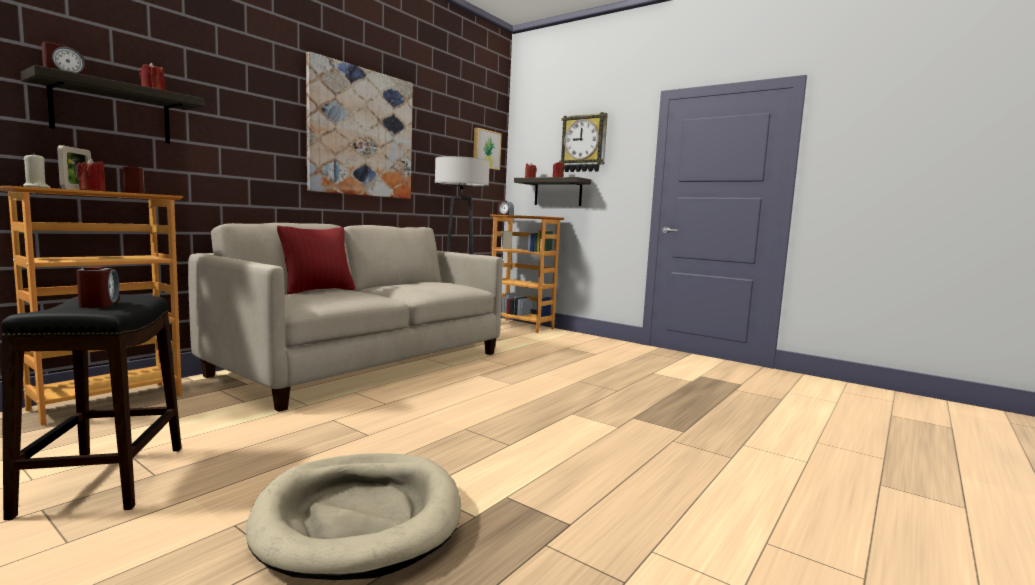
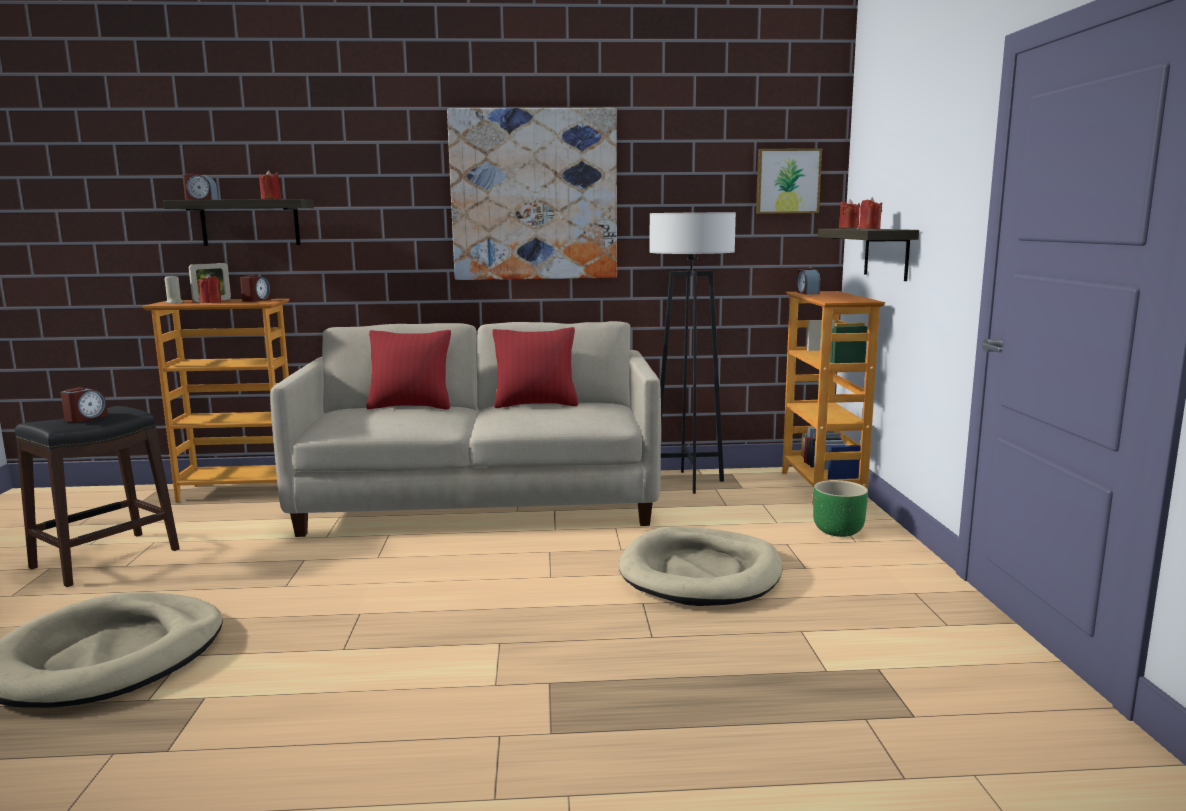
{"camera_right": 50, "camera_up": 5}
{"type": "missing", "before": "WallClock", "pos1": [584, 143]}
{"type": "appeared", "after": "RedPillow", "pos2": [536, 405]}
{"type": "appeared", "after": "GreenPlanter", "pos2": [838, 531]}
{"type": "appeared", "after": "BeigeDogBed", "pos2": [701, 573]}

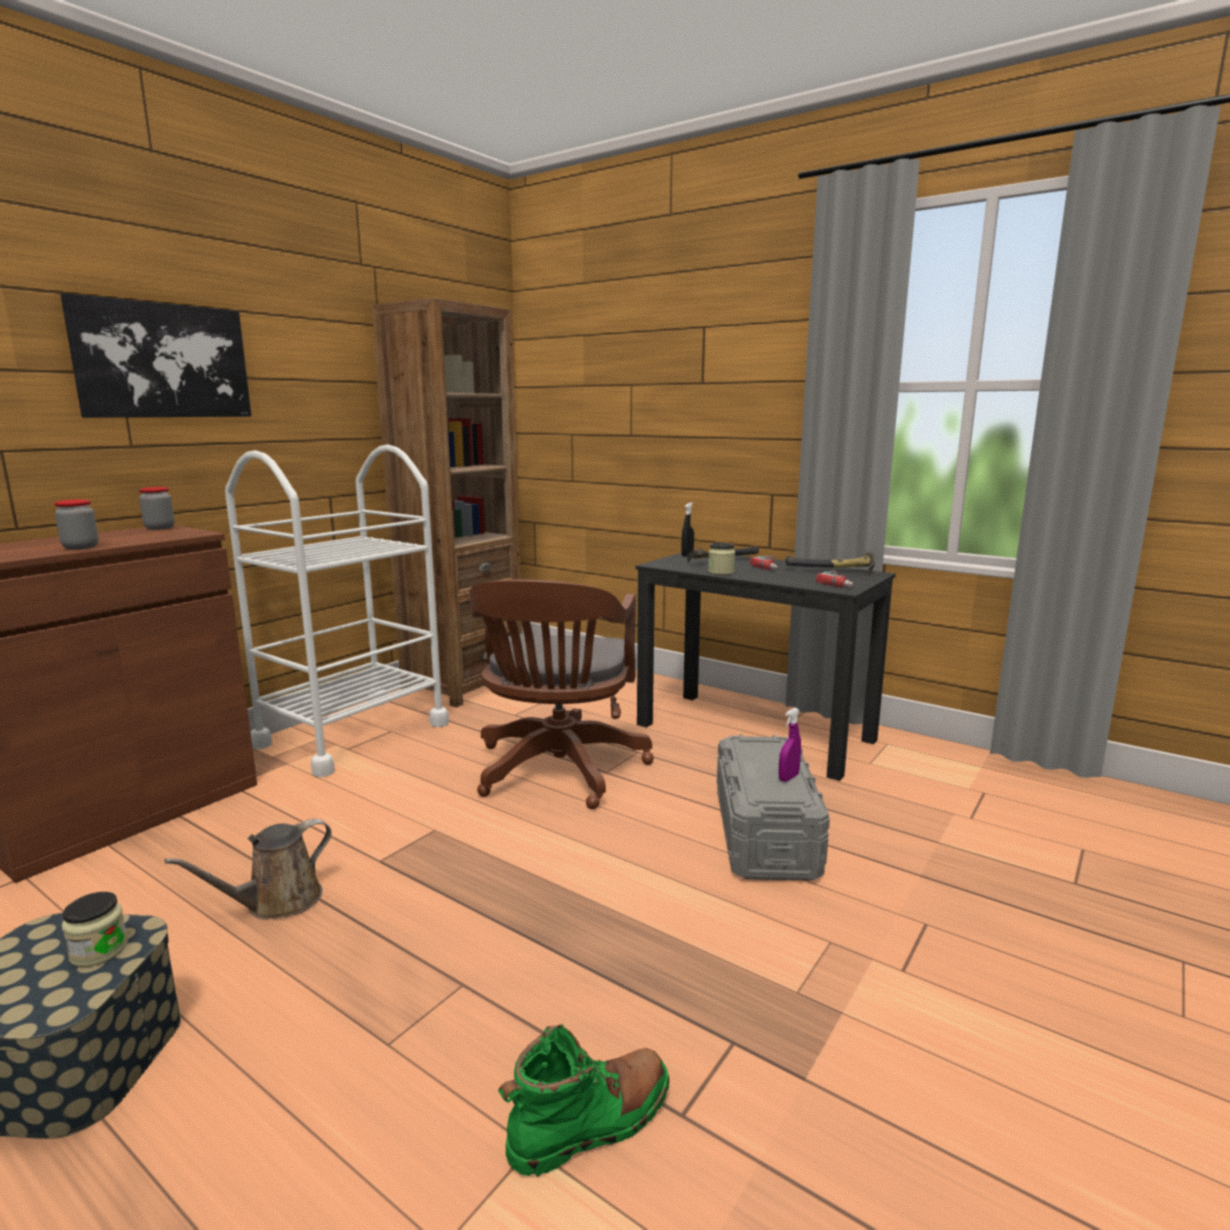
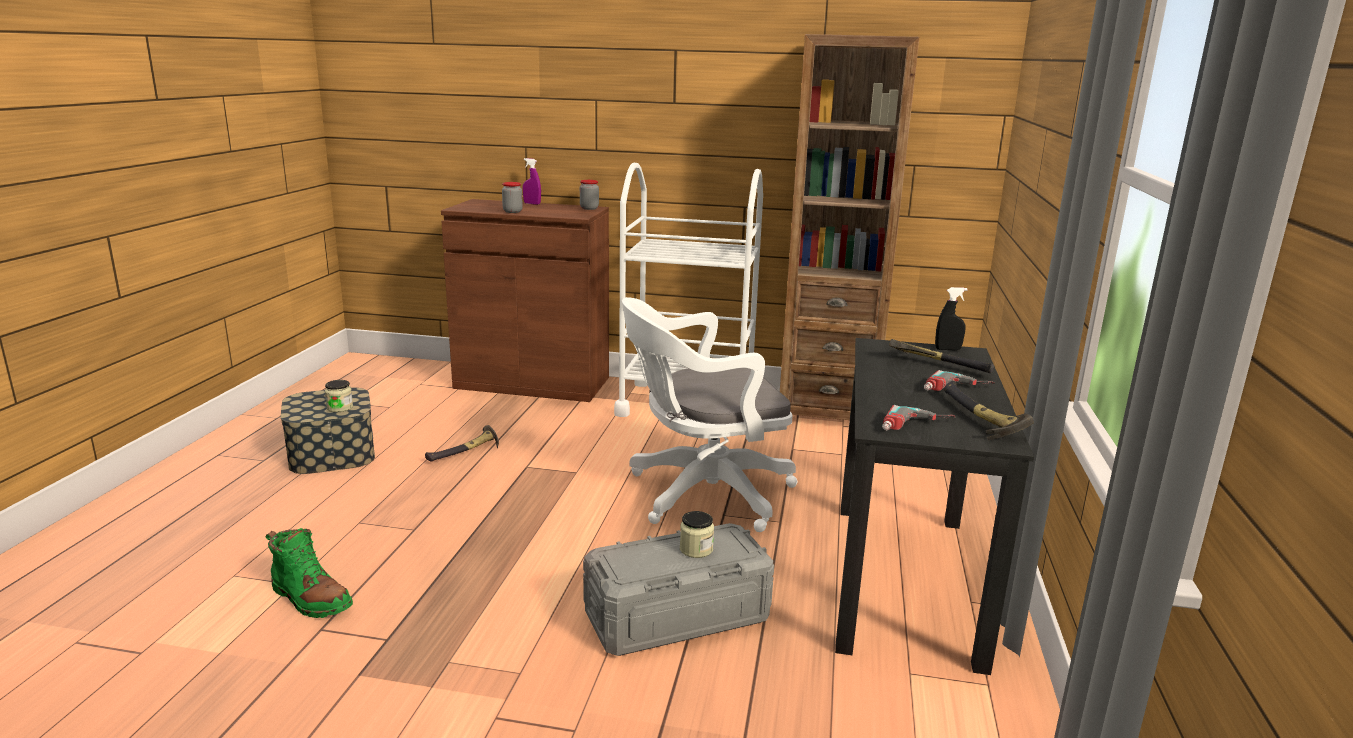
{"camera_right": 65, "camera_up": 5}
{"type": "missing", "before": "Picture", "pos1": [162, 361]}
{"type": "relocated", "before": "Jar", "pos1": [721, 572], "pos2": [696, 549]}
{"type": "colour", "before": "BrownOfficeChair", "after": "WhiteOfficeChair", "pos1": [557, 772], "pos2": [702, 494]}
{"type": "relocated", "before": "PurpleSprayBottle", "pos1": [788, 777], "pos2": [532, 204]}
{"type": "exchanged", "before": "BrownWateringCan", "after": "Hammer", "pos1": [277, 902], "pos2": [467, 453]}

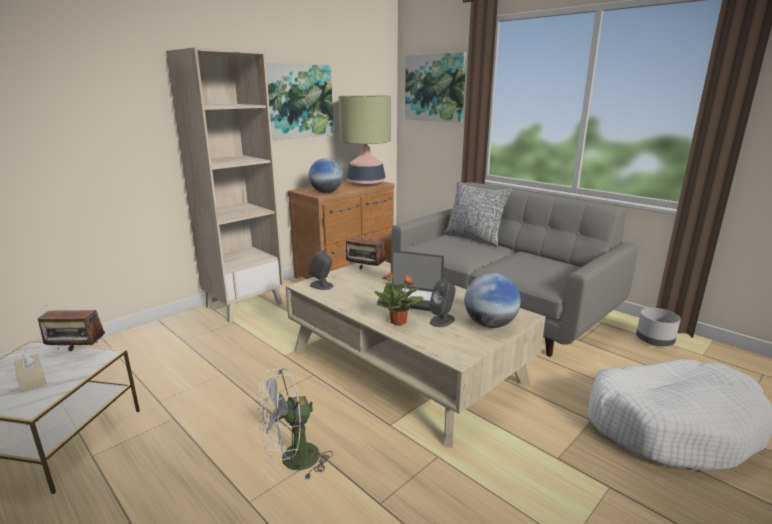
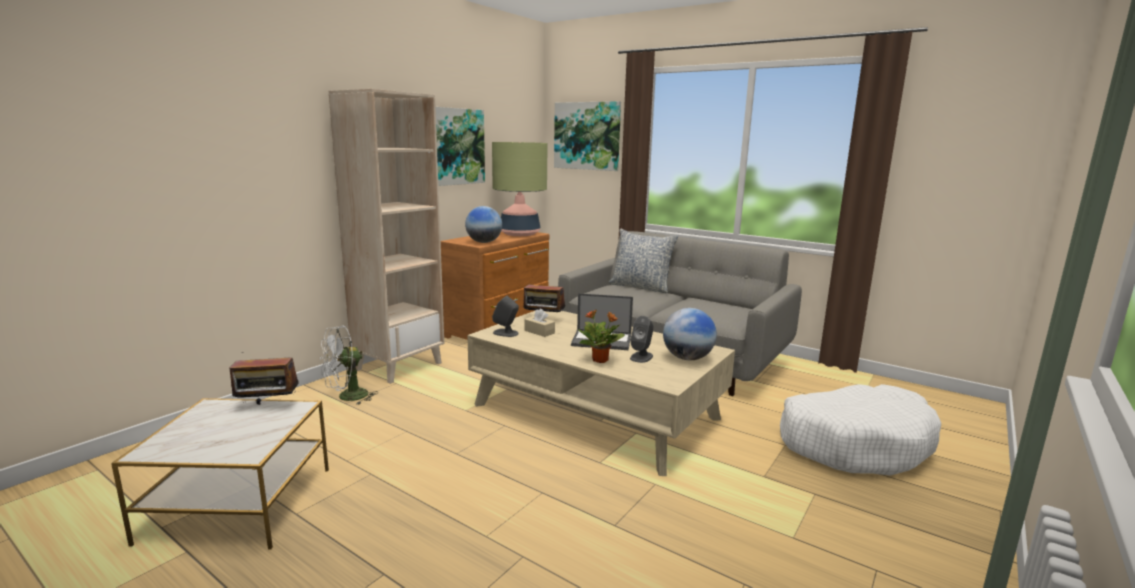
{"camera_right": -10, "camera_up": -5}
{"type": "missing", "before": "GreyPlanter", "pos1": [655, 340]}
{"type": "relocated", "before": "BeigeTissueBox", "pos1": [32, 379], "pos2": [539, 332]}
{"type": "relocated", "before": "WhiteFan", "pos1": [292, 461], "pos2": [347, 397]}

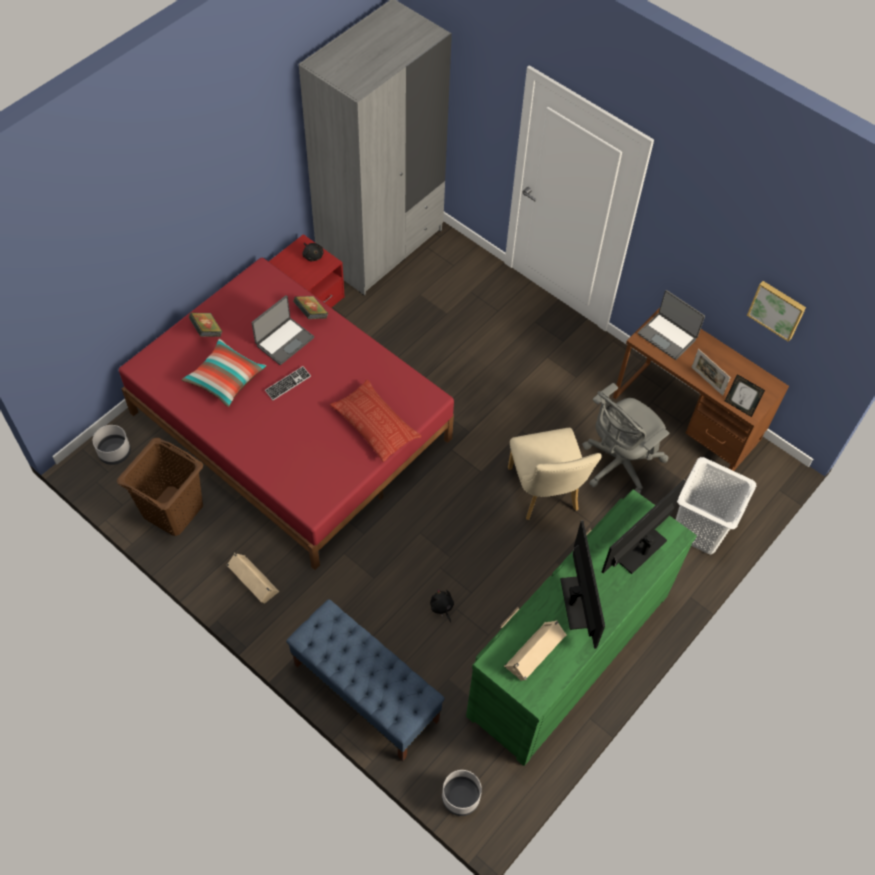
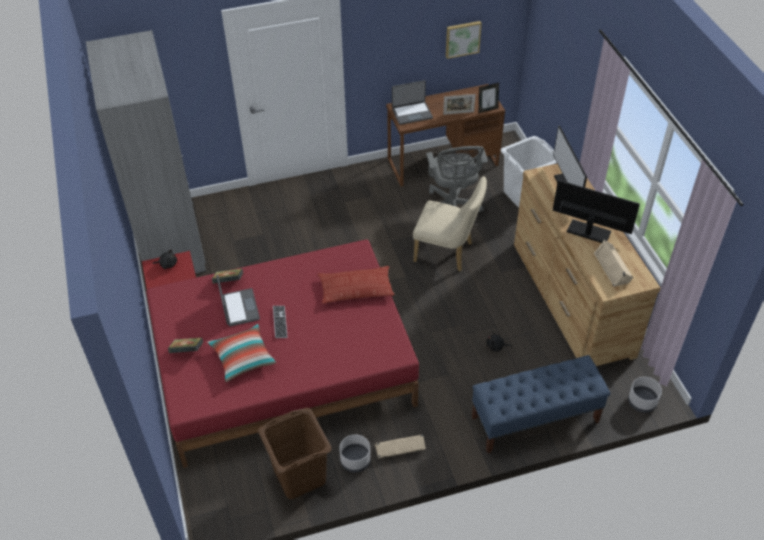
{"camera_right": -55, "camera_up": -10}
{"type": "relocated", "before": "GreyPlanter", "pos1": [114, 452], "pos2": [355, 460]}
{"type": "colour", "before": "GreenDresser", "after": "BrownDresser", "pos1": [567, 653], "pos2": [571, 298]}

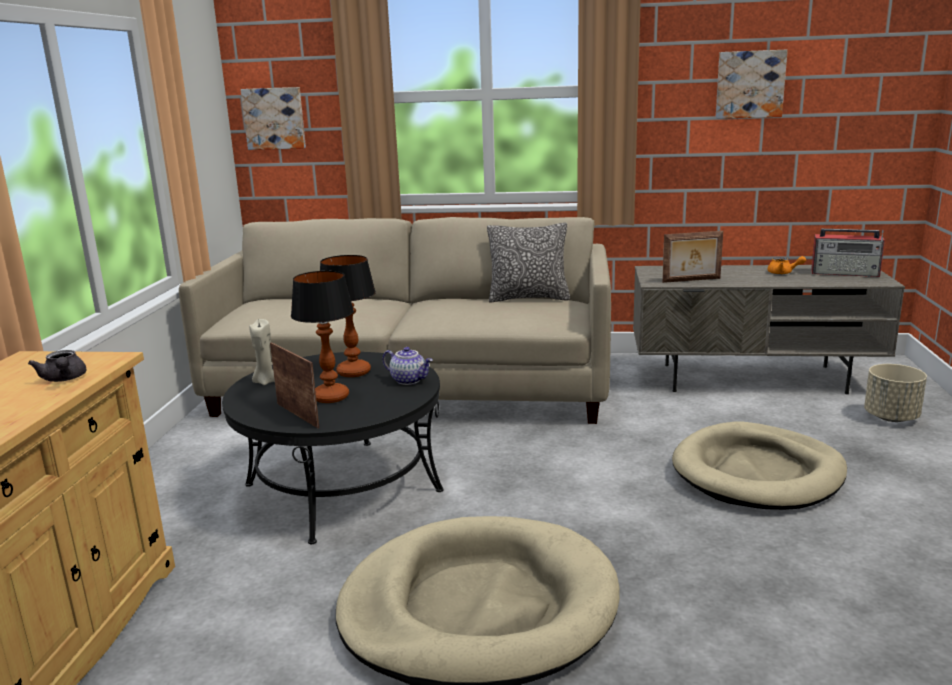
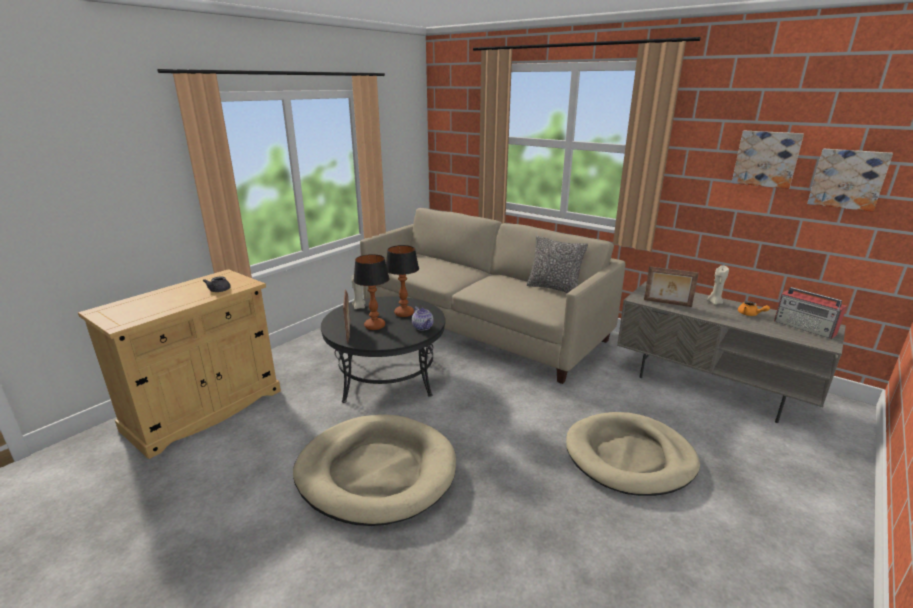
{"camera_right": 30, "camera_up": 5}
{"type": "relocated", "before": "Picture", "pos1": [274, 118], "pos2": [848, 179]}
{"type": "missing", "before": "BeigePlanter", "pos1": [891, 417]}
{"type": "appeared", "after": "BeigeCandle", "pos2": [714, 302]}

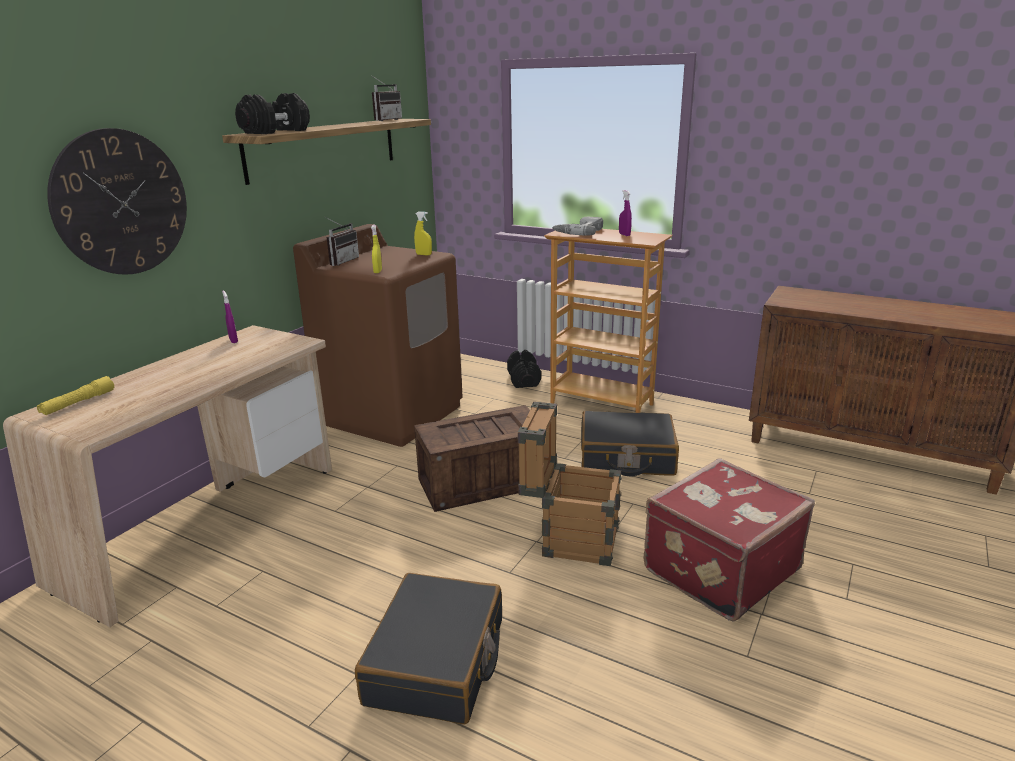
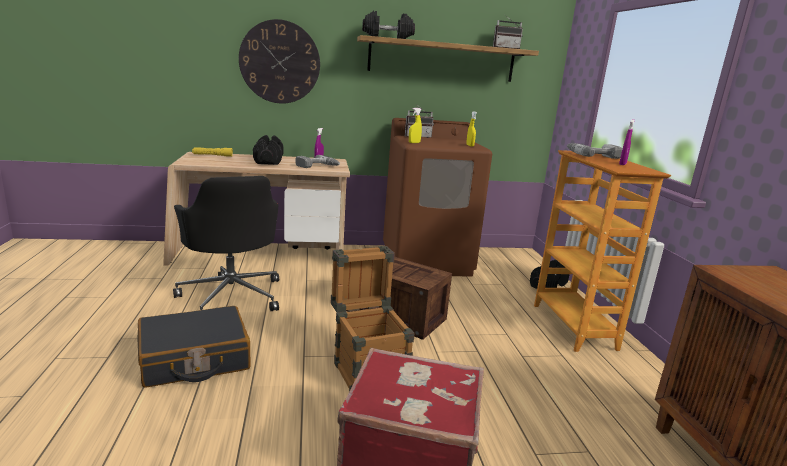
{"camera_right": 50, "camera_up": -5}
{"type": "missing", "before": "BlackSuitcase", "pos1": [626, 457]}
{"type": "appeared", "after": "BlackDumbbell", "pos2": [268, 161]}
{"type": "appeared", "after": "PowerDrill", "pos2": [318, 166]}
{"type": "appeared", "after": "BlackOfficeChair", "pos2": [232, 295]}

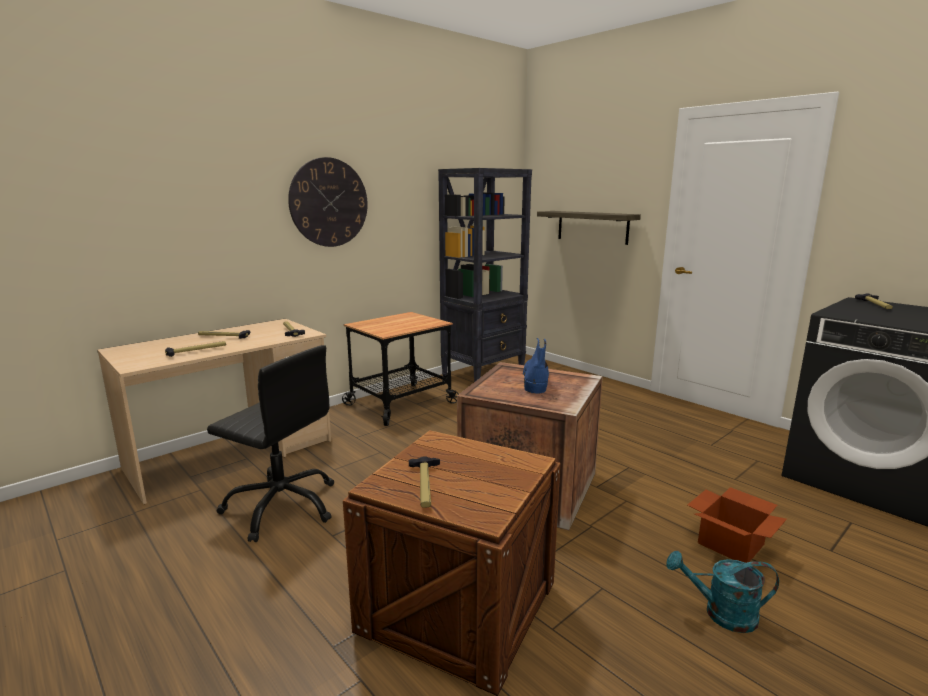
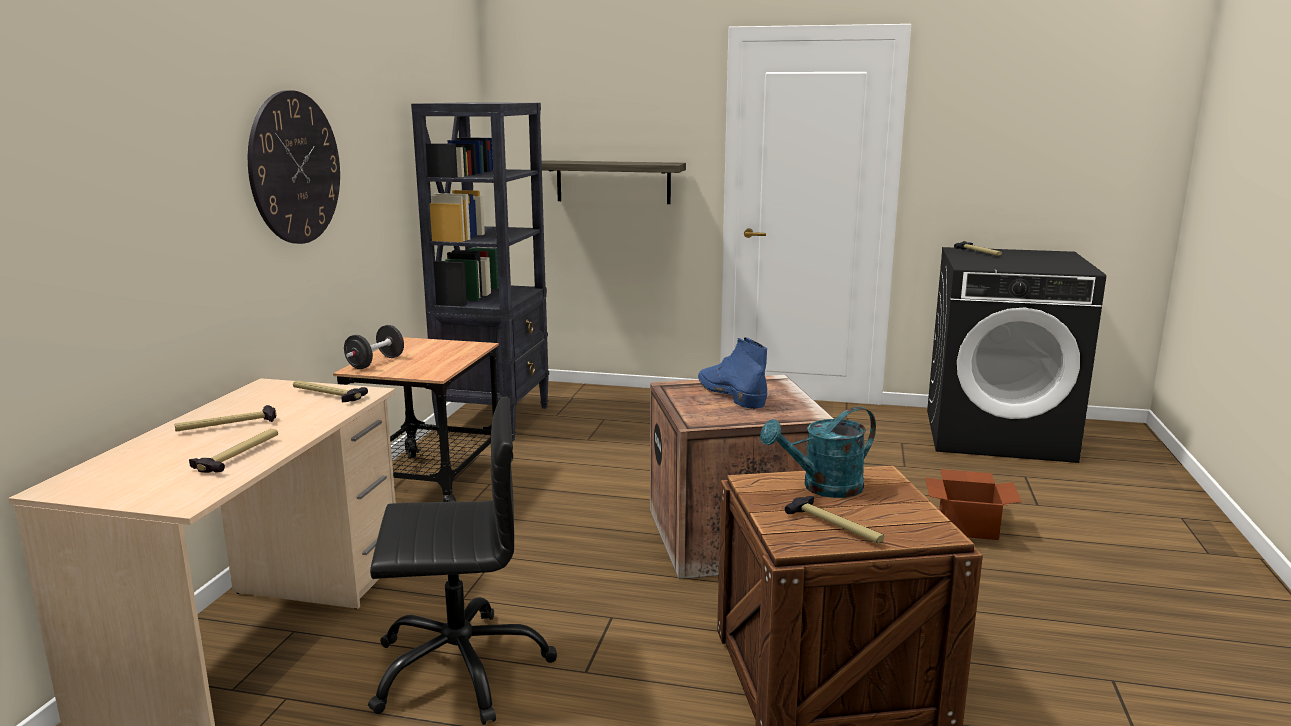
{"camera_right": -35, "camera_up": 0}
{"type": "relocated", "before": "TurquoiseWateringCan", "pos1": [721, 614], "pos2": [823, 488]}
{"type": "appeared", "after": "BlackDumbbell", "pos2": [375, 363]}

